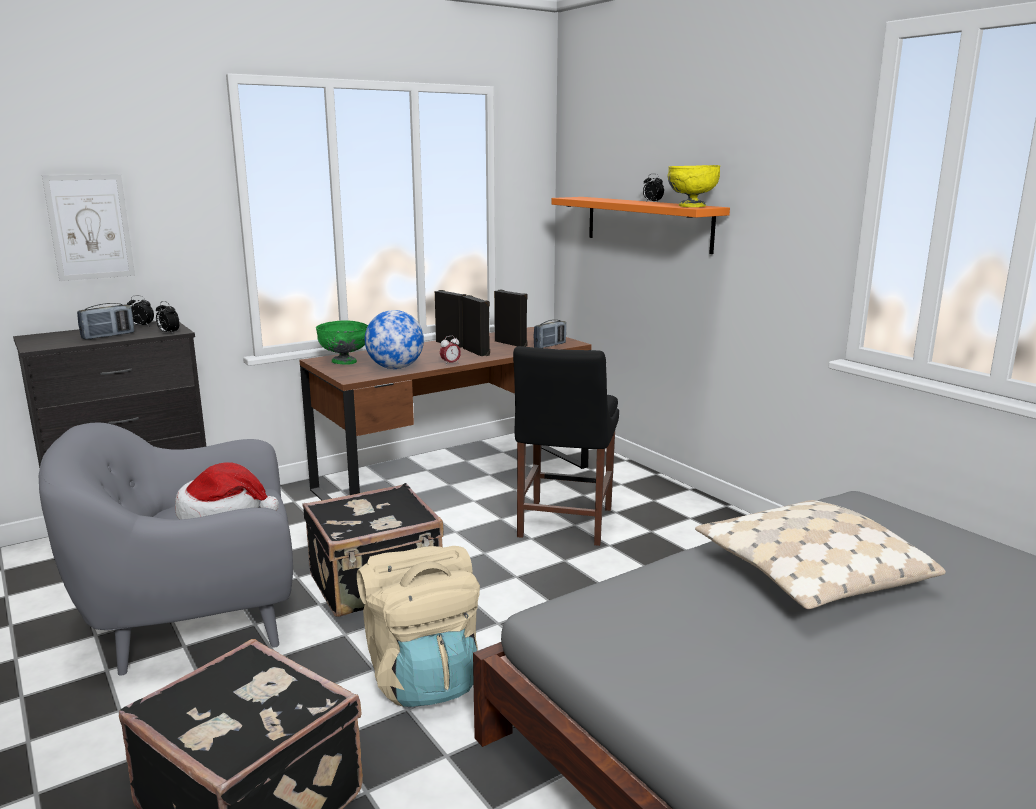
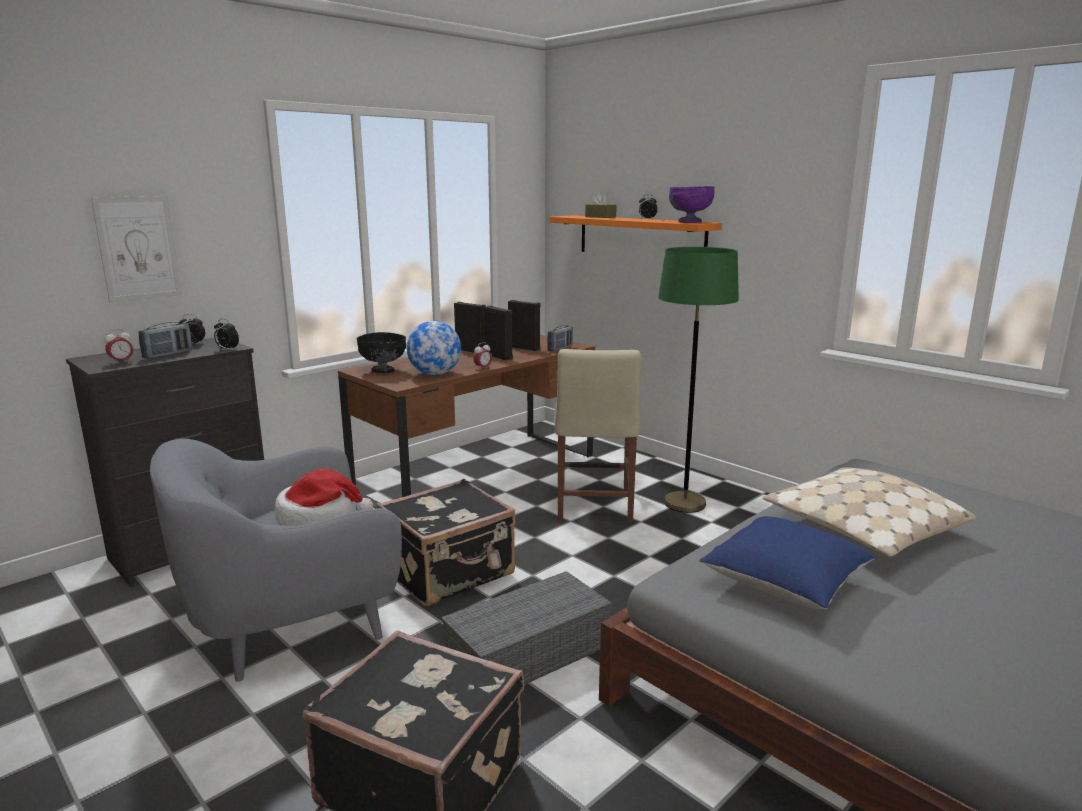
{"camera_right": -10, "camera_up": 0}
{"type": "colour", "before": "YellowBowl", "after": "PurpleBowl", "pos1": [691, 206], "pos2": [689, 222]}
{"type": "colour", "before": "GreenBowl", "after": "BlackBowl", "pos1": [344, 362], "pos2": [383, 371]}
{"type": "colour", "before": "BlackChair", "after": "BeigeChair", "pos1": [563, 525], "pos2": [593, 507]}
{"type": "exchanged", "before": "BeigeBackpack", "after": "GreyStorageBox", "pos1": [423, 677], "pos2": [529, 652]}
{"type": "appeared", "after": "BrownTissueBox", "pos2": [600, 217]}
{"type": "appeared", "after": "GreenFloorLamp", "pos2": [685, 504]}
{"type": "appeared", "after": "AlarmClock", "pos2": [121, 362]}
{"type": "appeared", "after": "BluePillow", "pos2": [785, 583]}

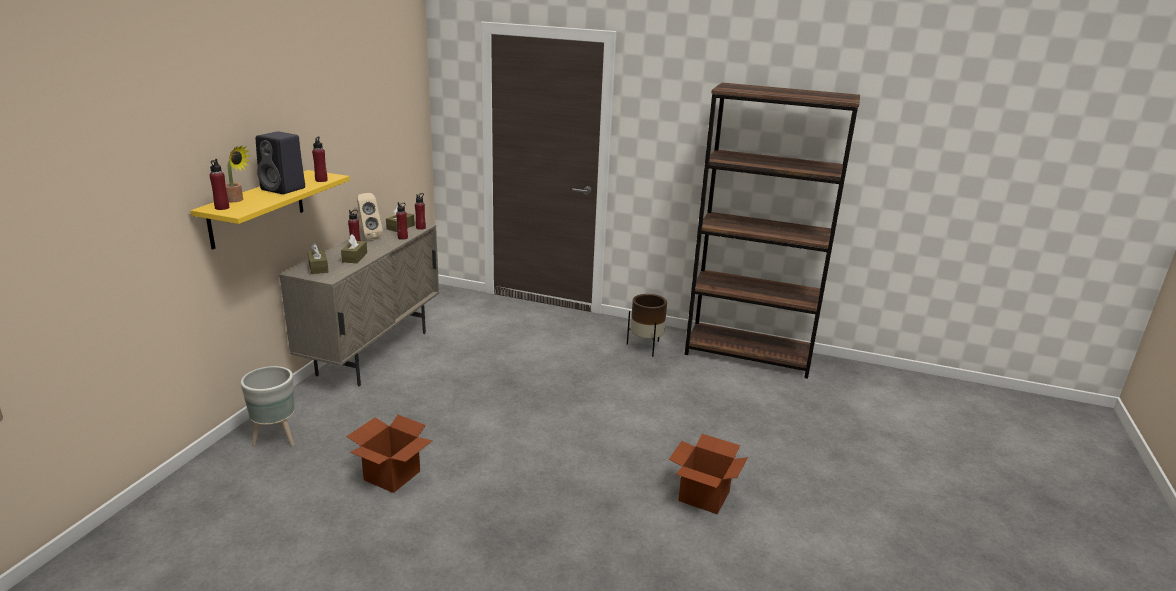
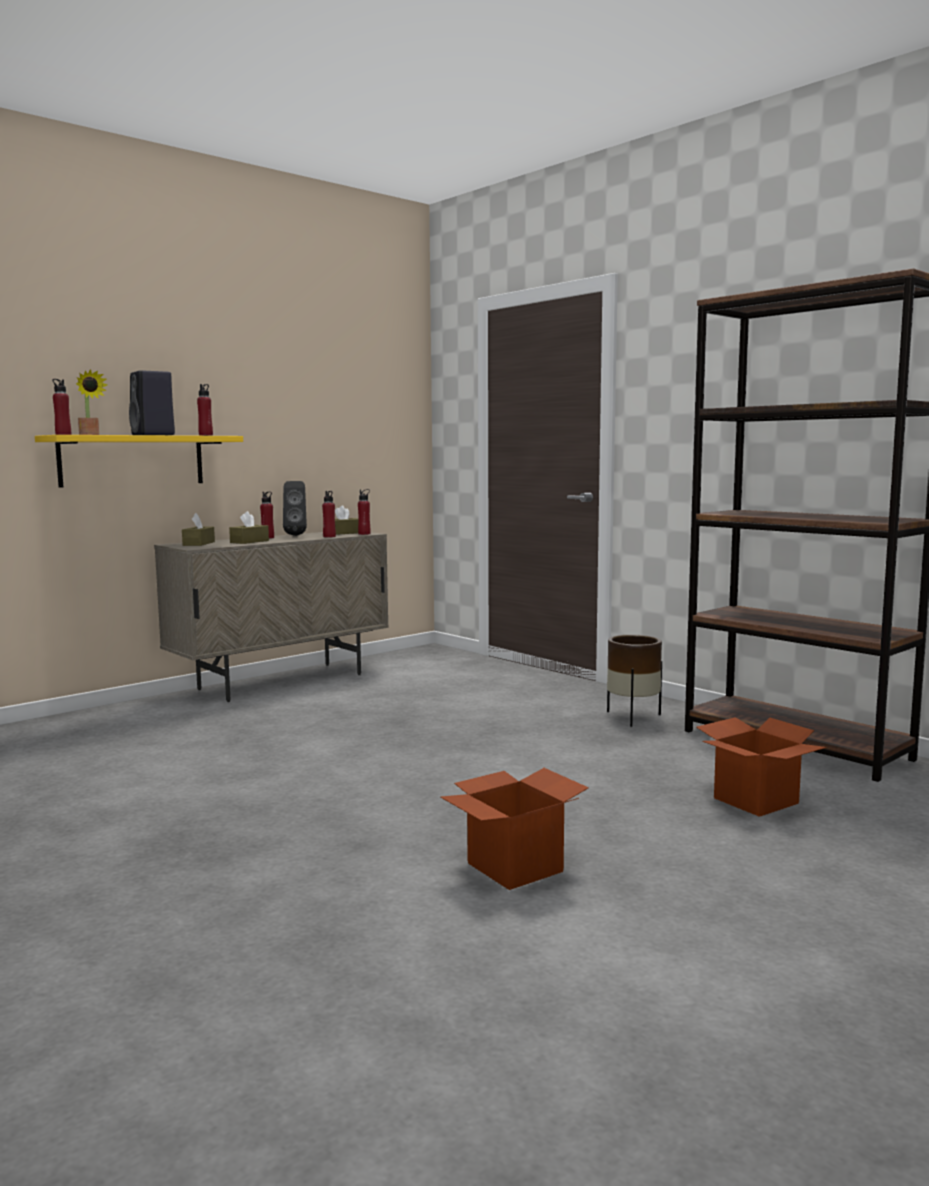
{"camera_right": 30, "camera_up": -15}
{"type": "colour", "before": "BeigeSpeaker", "after": "BlackSpeaker", "pos1": [369, 236], "pos2": [296, 535]}
{"type": "missing", "before": "GreyPlanter", "pos1": [277, 439]}
{"type": "relocated", "before": "CardboardBox", "pos1": [392, 475], "pos2": [755, 800]}

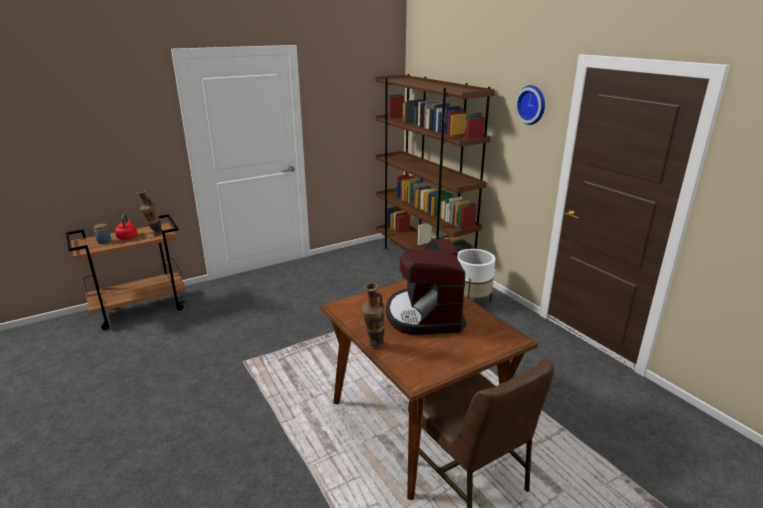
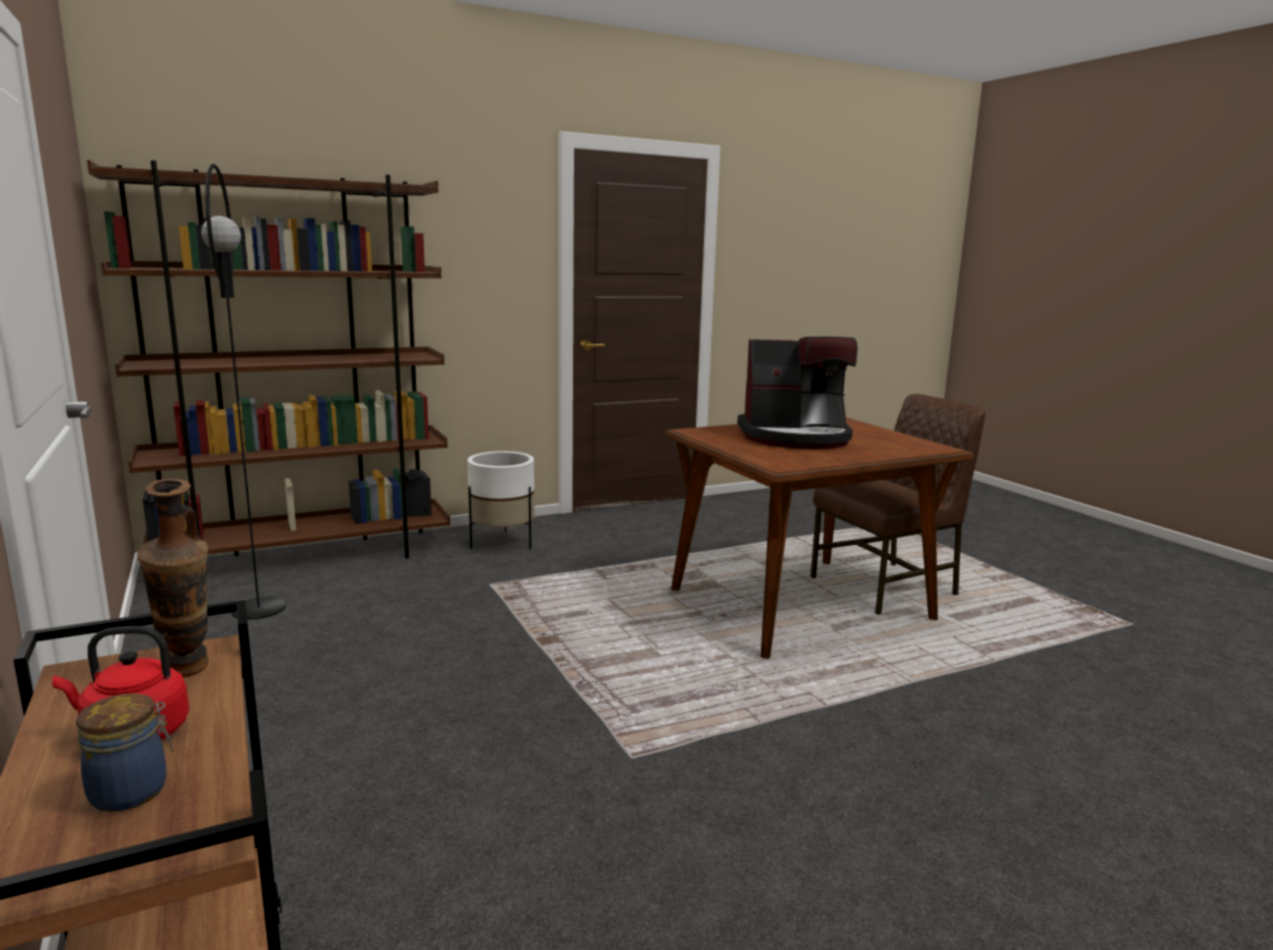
{"camera_right": -85, "camera_up": -10}
{"type": "missing", "before": "WallClock", "pos1": [532, 104]}
{"type": "missing", "before": "Vase", "pos1": [374, 348]}
{"type": "appeared", "after": "BlackFloorLamp", "pos2": [259, 609]}

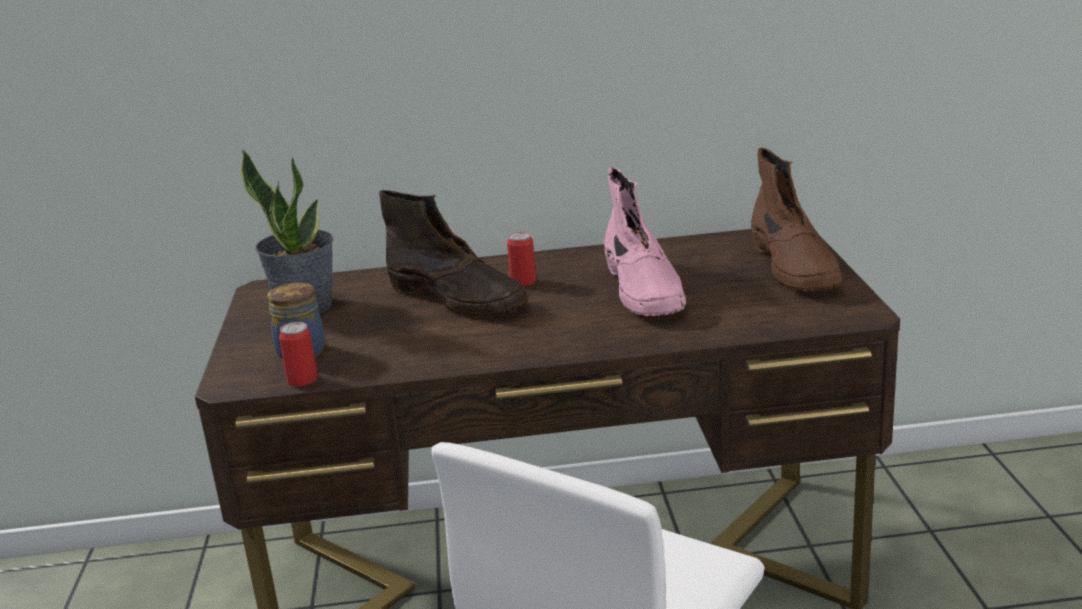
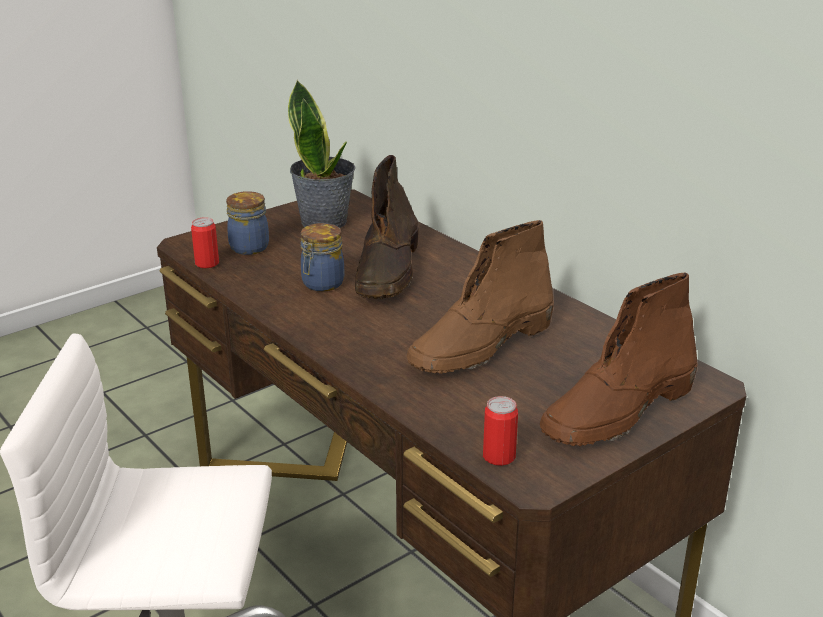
{"camera_right": 55, "camera_up": 5}
{"type": "colour", "before": "PinkBoot", "after": "BrownBoot", "pos1": [644, 290], "pos2": [481, 346]}
{"type": "relocated", "before": "Can", "pos1": [523, 282], "pos2": [499, 456]}
{"type": "appeared", "after": "Jar", "pos2": [321, 284]}

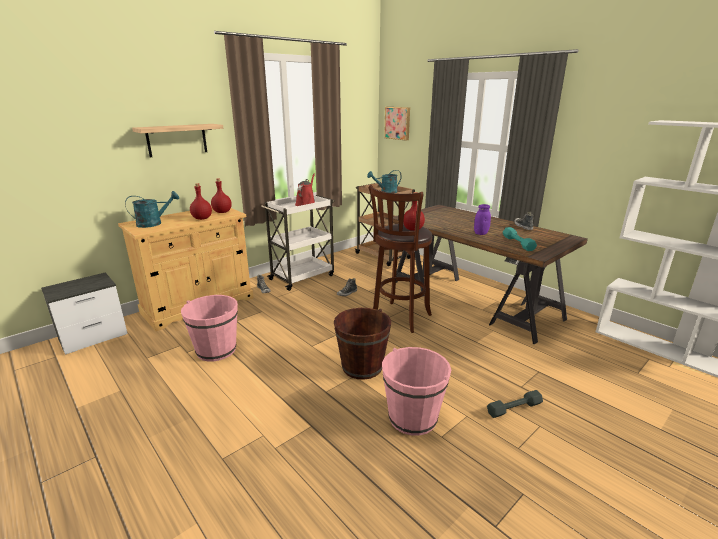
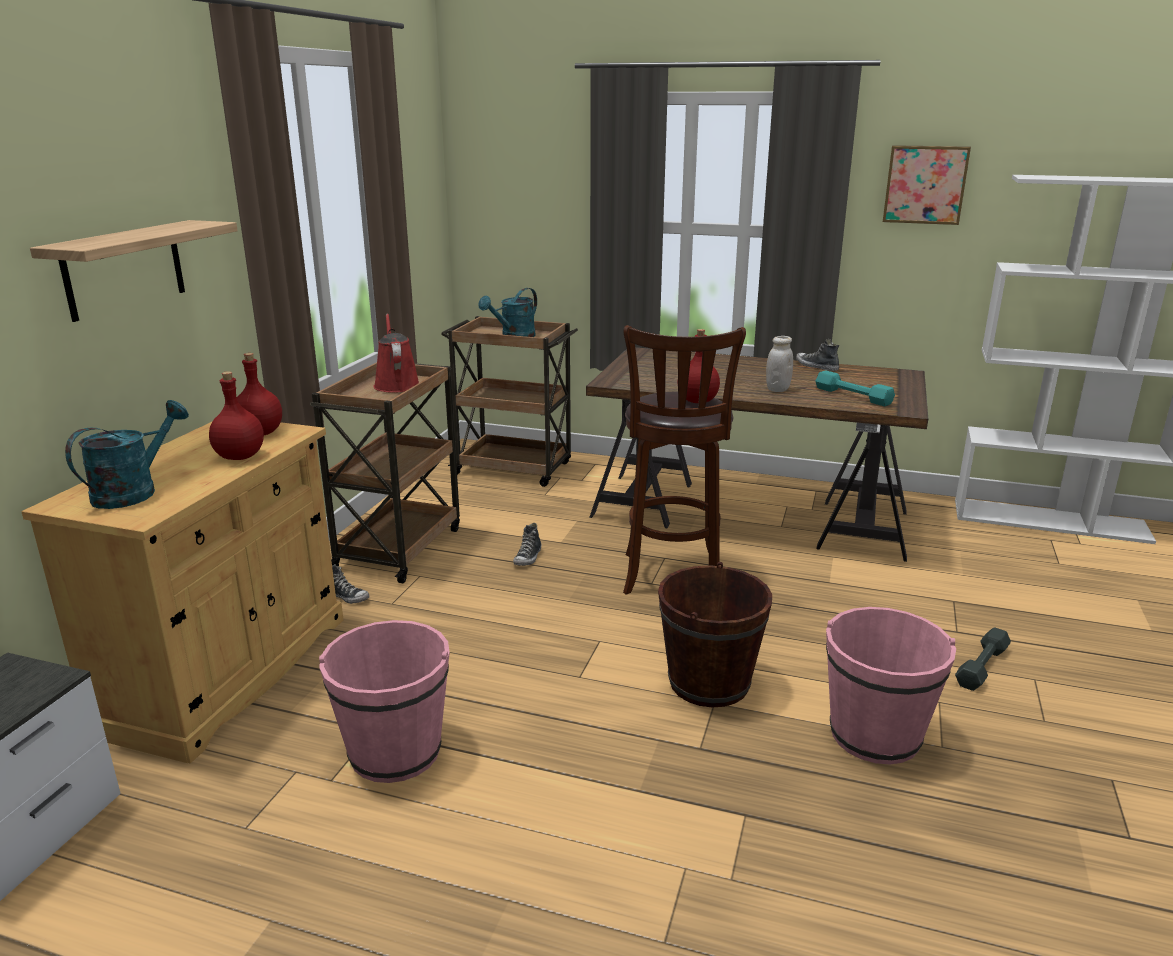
{"camera_right": -30, "camera_up": 0}
{"type": "relocated", "before": "Picture", "pos1": [398, 123], "pos2": [925, 184]}
{"type": "colour", "before": "WhiteCart", "after": "BrownCart", "pos1": [303, 277], "pos2": [399, 548]}
{"type": "colour", "before": "PurpleJar", "after": "WhiteJar", "pos1": [480, 233], "pos2": [777, 389]}

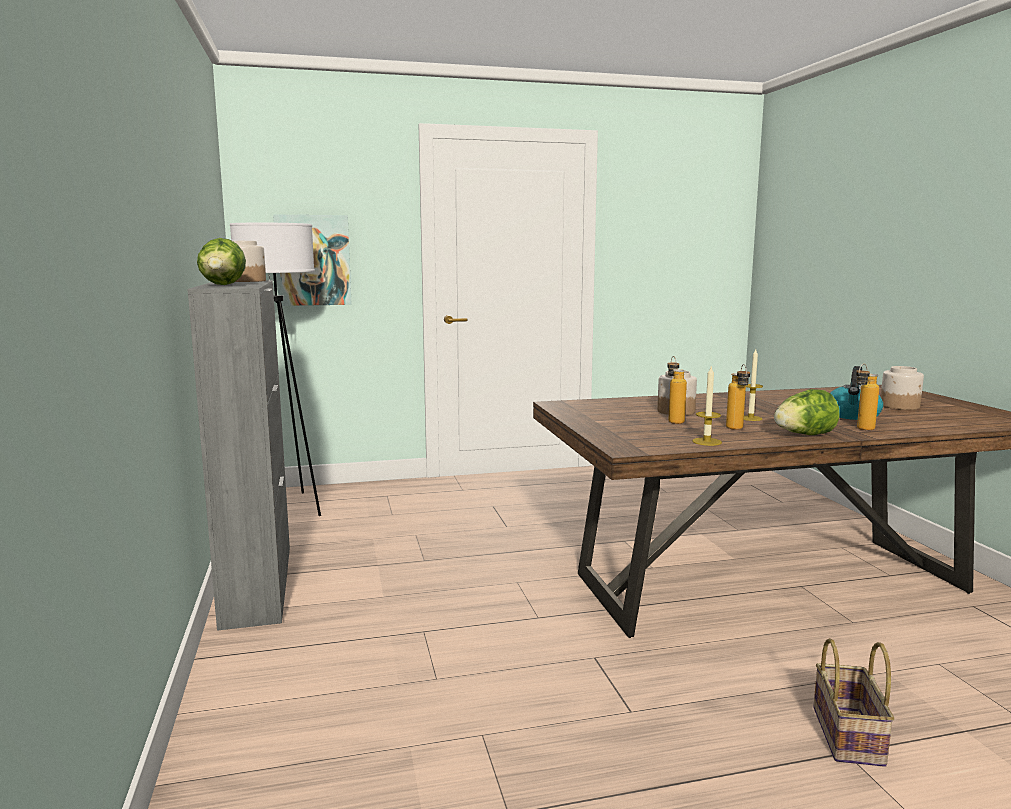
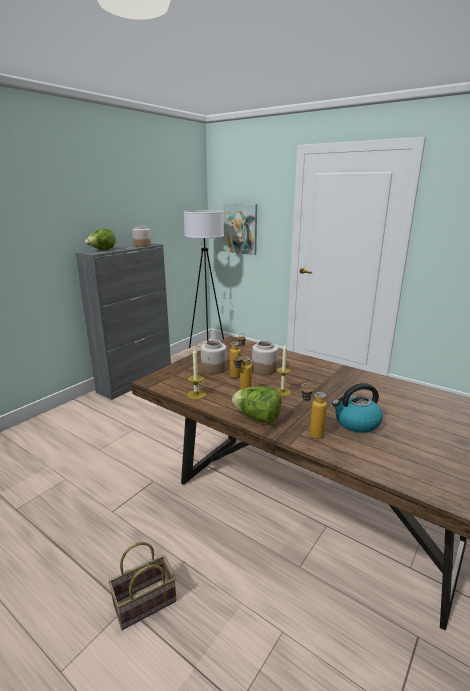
{"camera_right": 50, "camera_up": 10}
{"type": "relocated", "before": "Jar", "pos1": [900, 406], "pos2": [214, 368]}

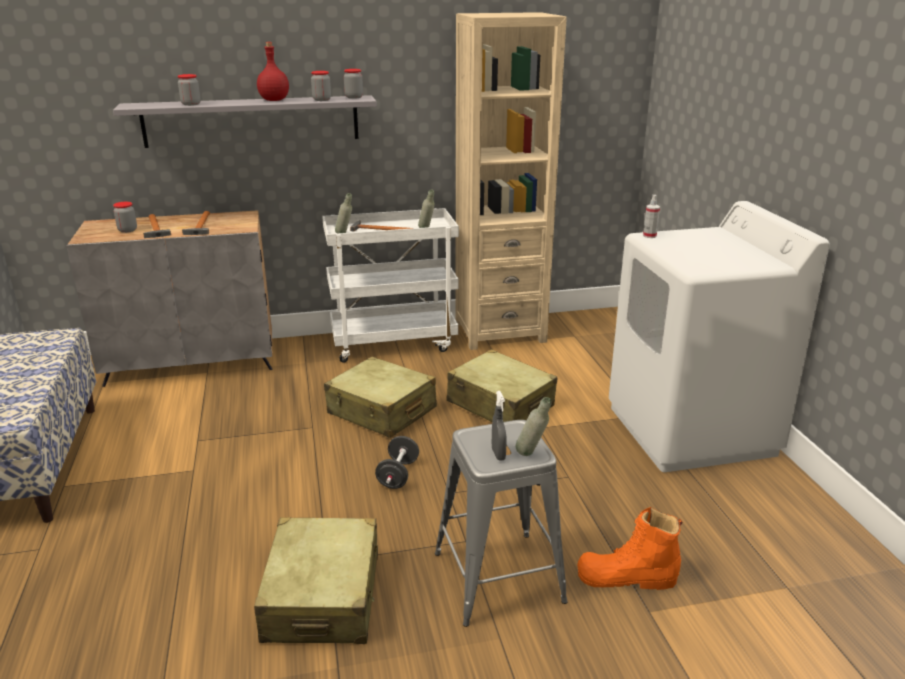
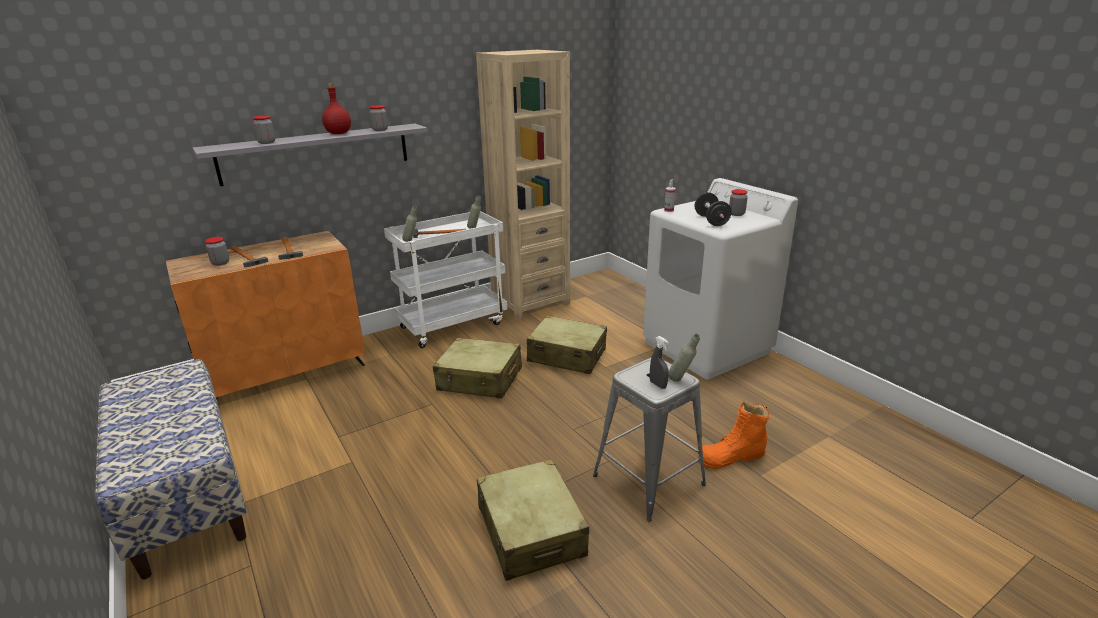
{"camera_right": -20, "camera_up": 0}
{"type": "relocated", "before": "Jar", "pos1": [354, 97], "pos2": [736, 214]}
{"type": "colour", "before": "GreyCabinet", "after": "OrangeCabinet", "pos1": [192, 362], "pos2": [287, 373]}
{"type": "relocated", "before": "BlackDumbbell", "pos1": [398, 475], "pos2": [711, 220]}

